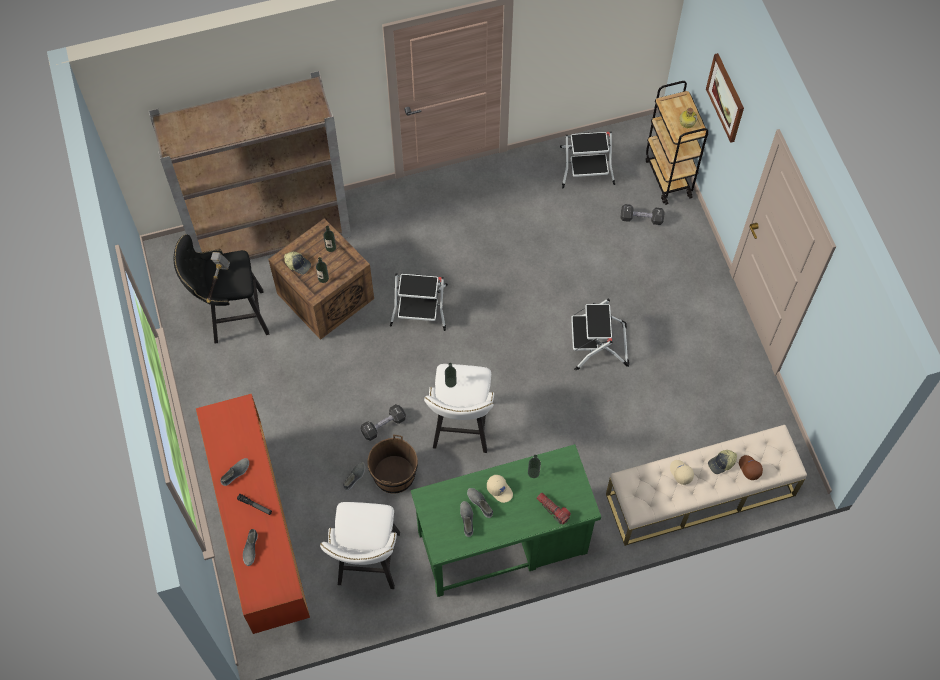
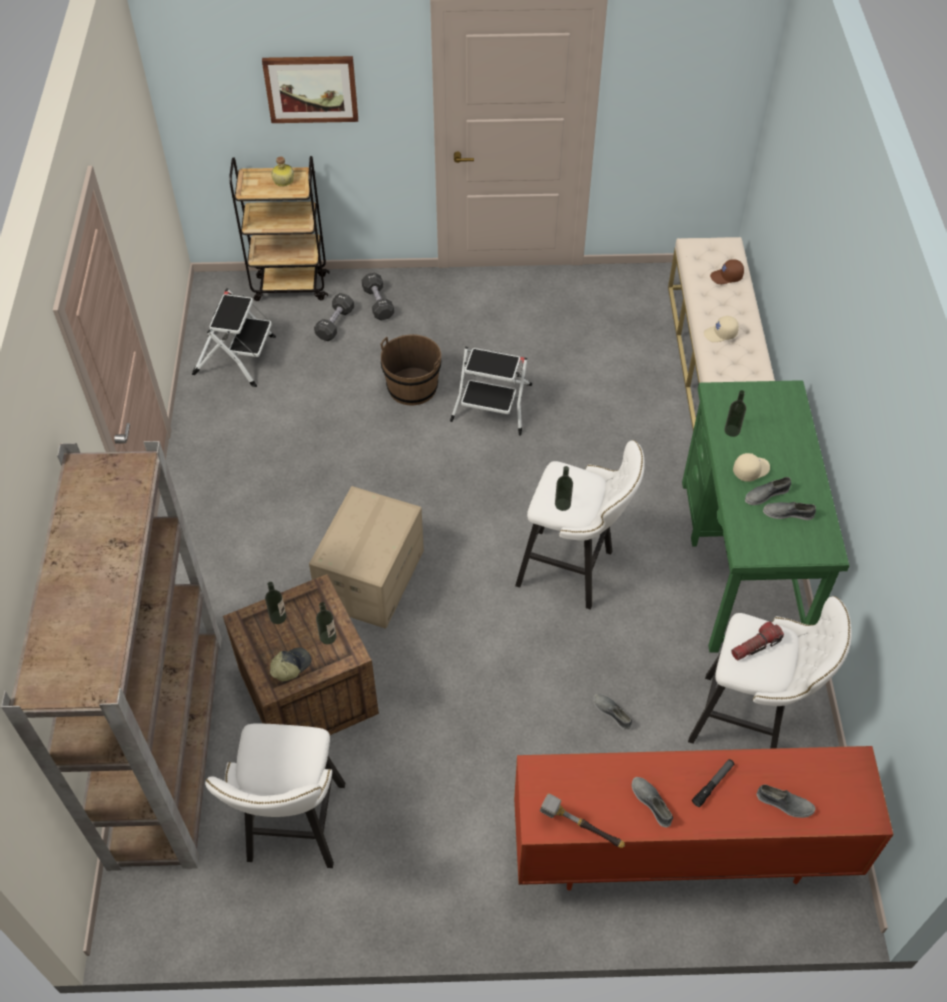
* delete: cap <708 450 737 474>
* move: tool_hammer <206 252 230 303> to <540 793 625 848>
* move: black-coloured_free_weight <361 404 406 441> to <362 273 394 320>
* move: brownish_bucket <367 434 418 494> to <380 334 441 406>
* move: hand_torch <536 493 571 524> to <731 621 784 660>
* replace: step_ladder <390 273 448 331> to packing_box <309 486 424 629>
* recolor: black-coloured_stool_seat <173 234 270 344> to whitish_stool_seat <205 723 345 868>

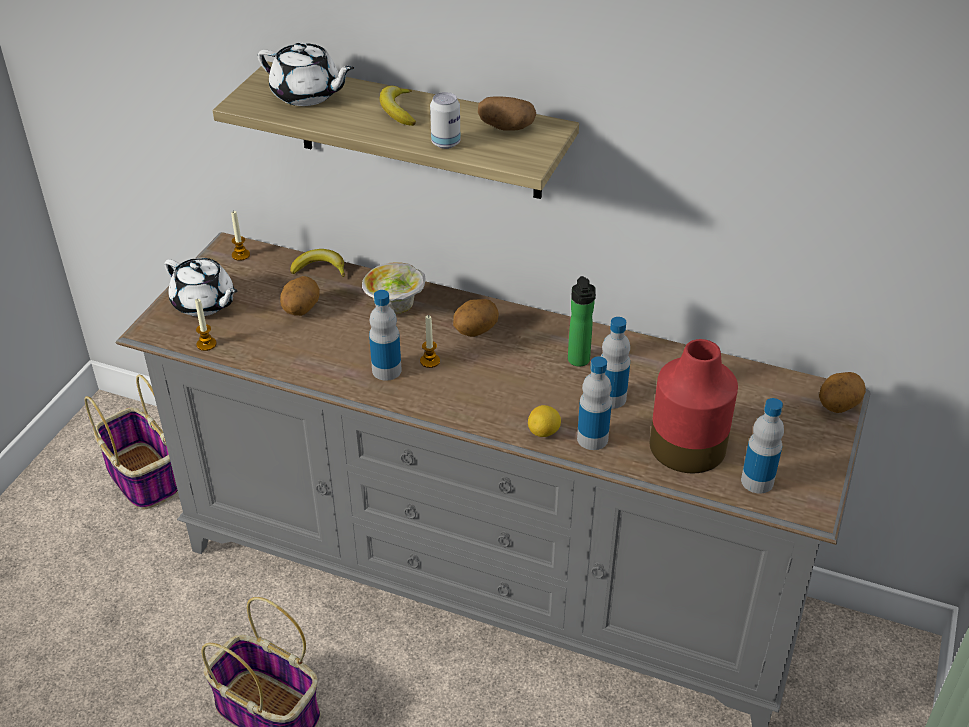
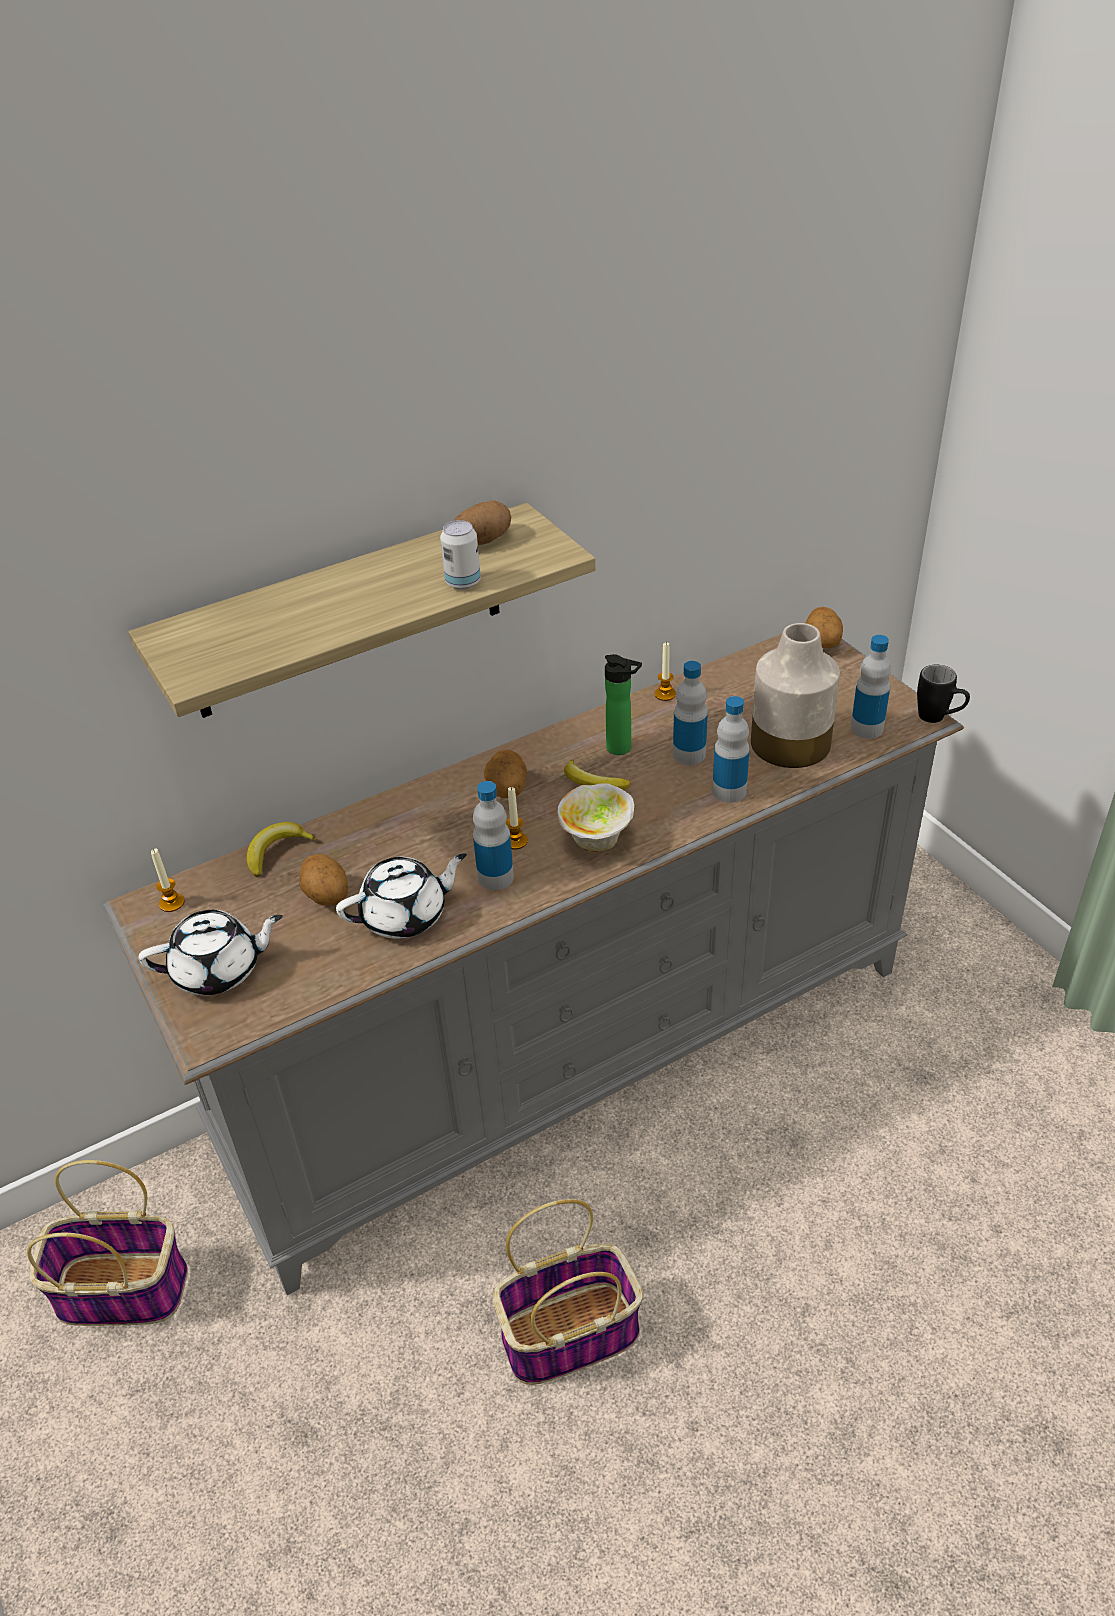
* delete: citrus_fruit <528 405 561 437>
* insert: black-coloured_coffee_mug <917 665 970 723>
* move: wax_candle <195 298 217 351> to <655 643 676 701>
* move: whitish_pot_for_tea <258 42 354 106> to <336 853 467 938>
* move: deep_dish <362 262 426 314> to <558 783 634 852>
* move: banana <380 86 416 126> to <564 760 631 790>
* recolor: red-coloured_flower_vase <650 339 738 473> to beige_flower_vase <751 623 840 768>

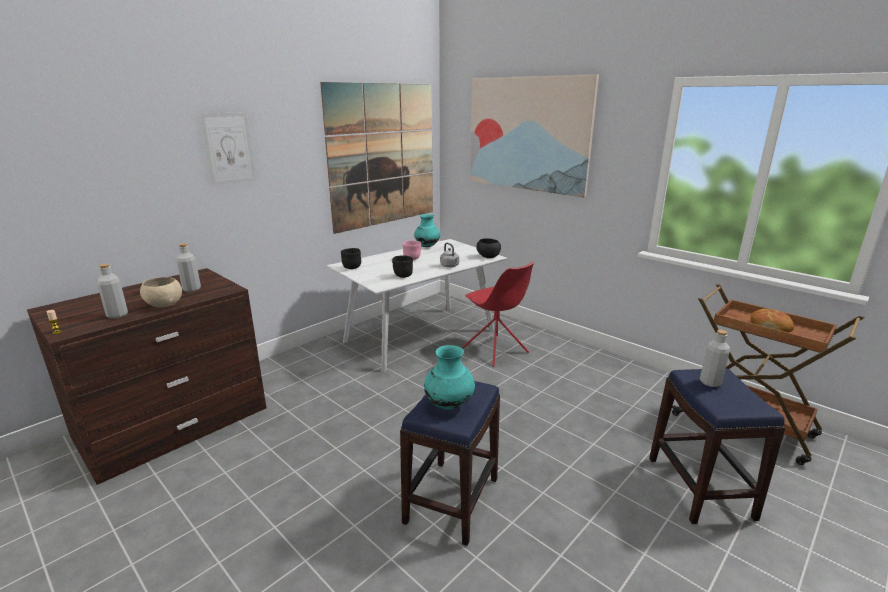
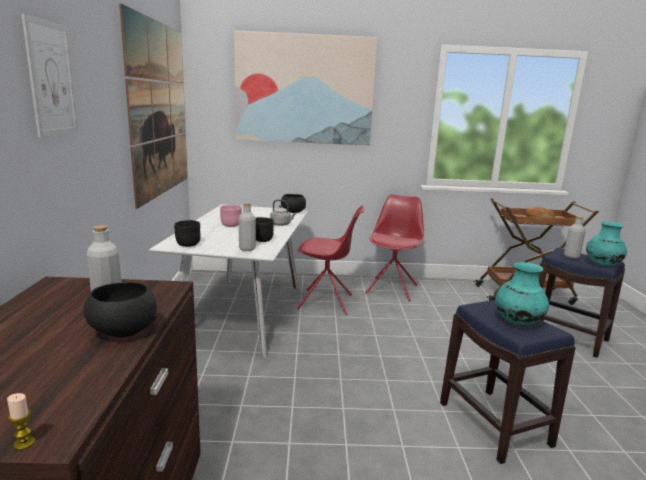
* insert: red-coloured_upright_chair <365 194 424 301>
* move: grey_beverage_bottle <97 264 128 319> to <239 203 256 251>
* move: turquoise-coloured_flower_vase <414 214 440 247> to <586 221 627 266>
* recolor: beige_deep_dish <140 277 182 308> to black-coloured_deep_dish <84 282 157 337>

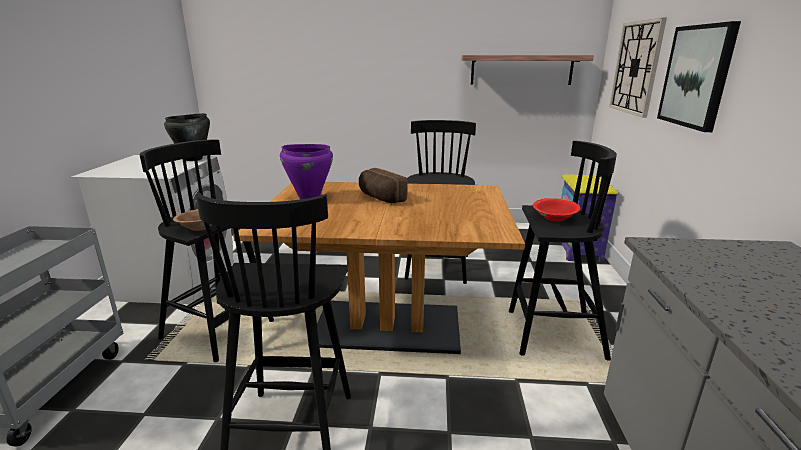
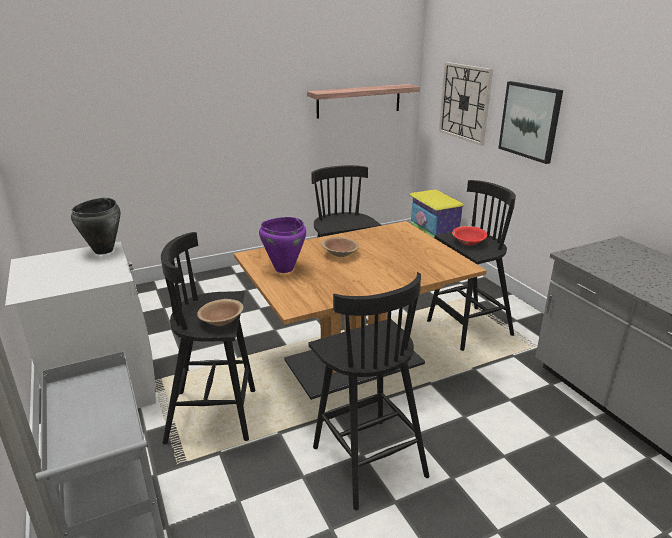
* replace: bakery_bread <359 168 408 203> to brownish_deep_dish <321 237 359 257>

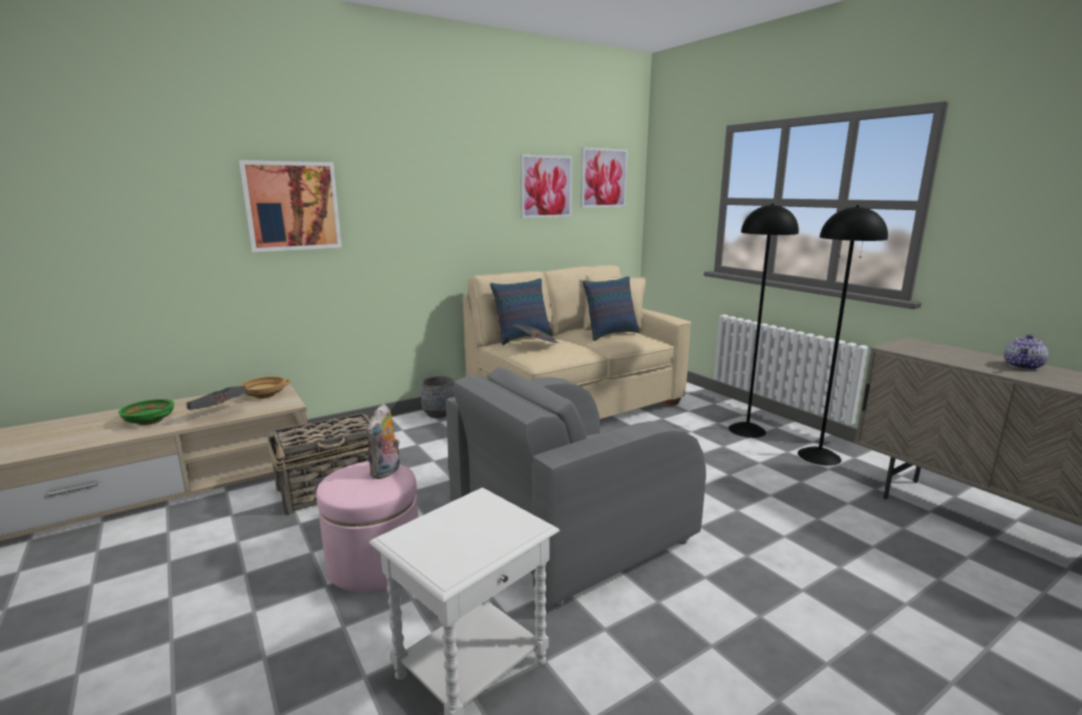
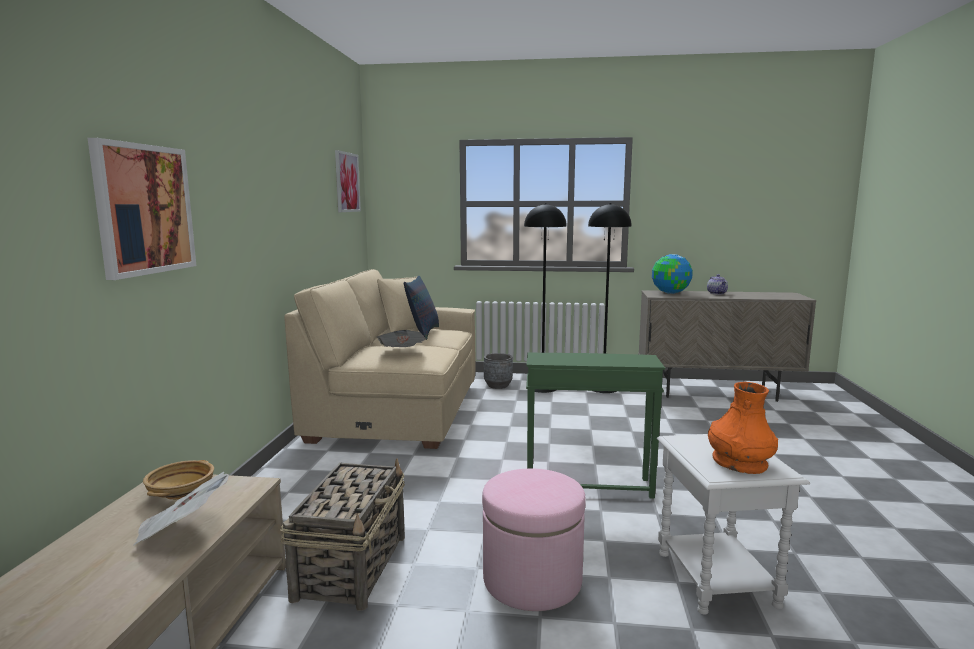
* delete: green_deep_dish <118 399 174 425>
* delete: cuddly_toy <367 404 400 479>
* delete: blue-coloured_cushion <490 278 553 345>
* delete: wall_picture <520 154 572 219>
* insert: desk_globe <652 254 693 294>
* insert: orangey_flower_vase <708 382 778 474>
* move: grey_flower_pot <420 376 455 418> to <484 353 513 389>
* replace: grey_easy_chair <446 367 706 607> to green_end_table <526 353 665 499>

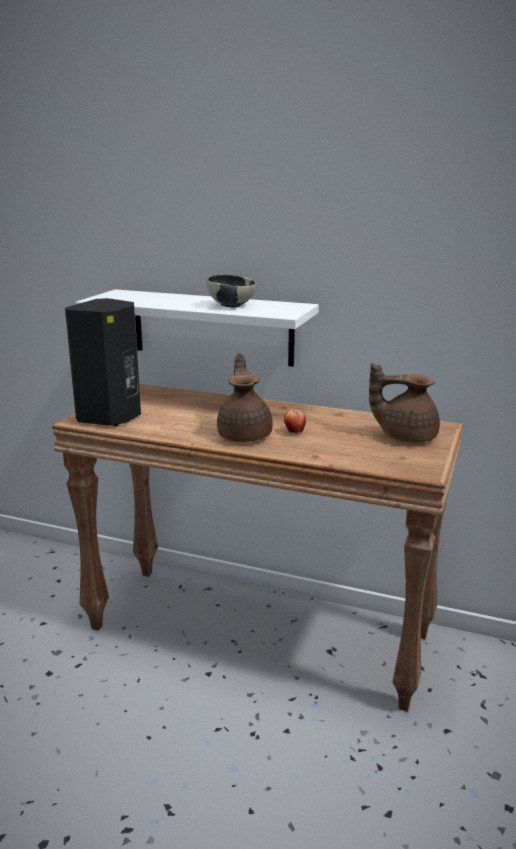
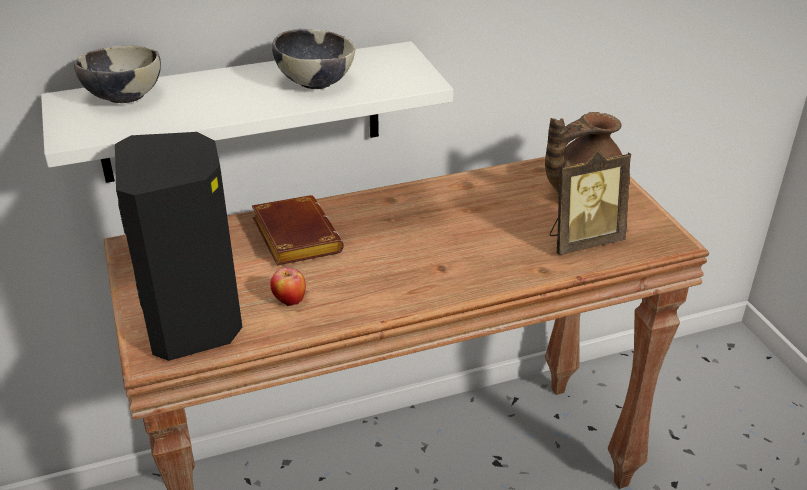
* delete: brownish_pot_for_tea <217 353 273 442>
* insert: deep_dish <74 46 161 103>
* insert: brownish_book <252 195 344 266>
* insert: standing_frame <550 150 631 255>
* move: whole_apple <284 410 306 433> to <270 268 306 306>

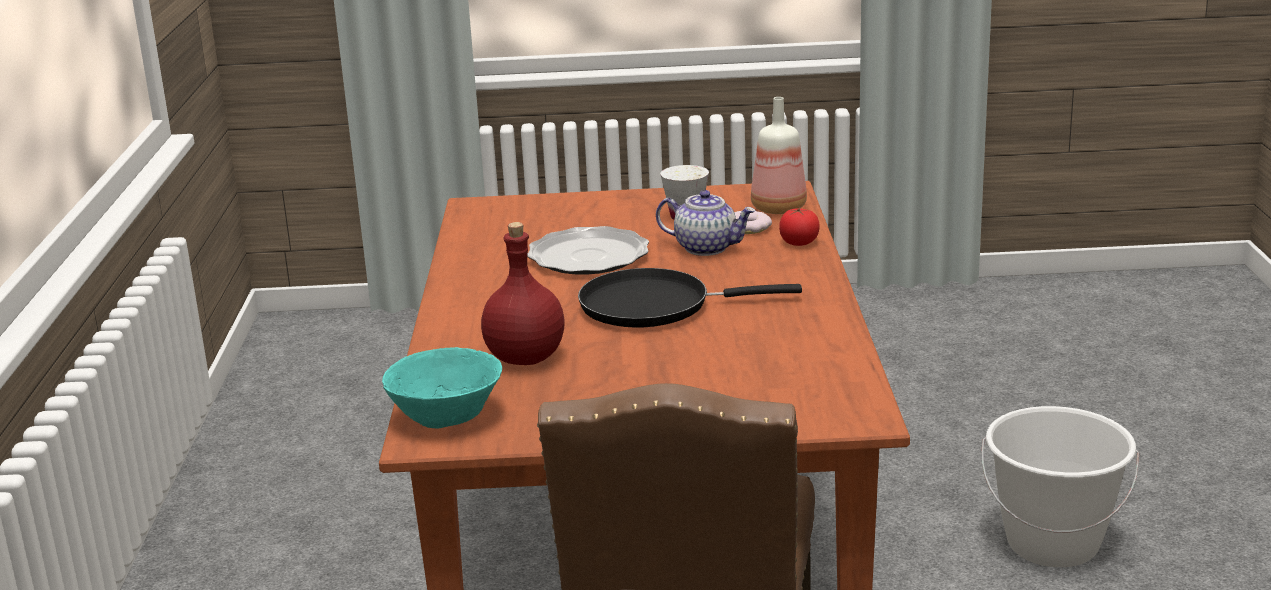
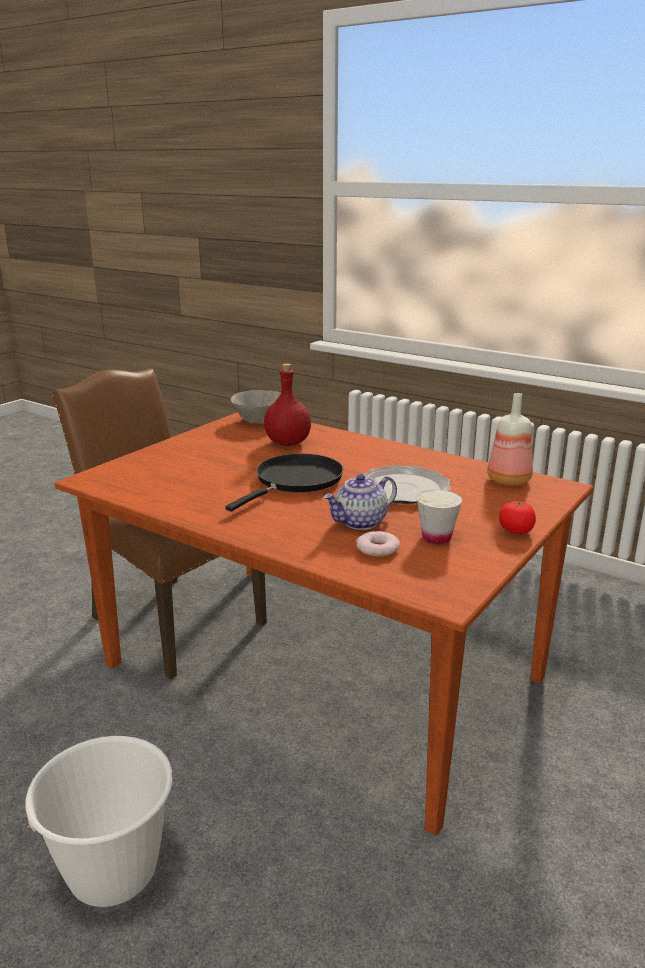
* move: beverage_bottle <751 97 807 214> to <487 393 533 486>
* move: whole_tomato <779 208 820 246> to <499 501 536 534>
* recolor: turquoise-coloured_deep_dish <382 347 502 429> to grey_deep_dish <231 390 281 424>

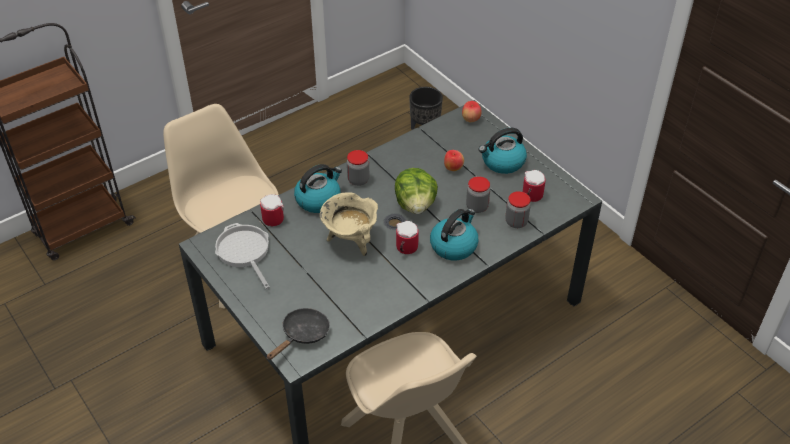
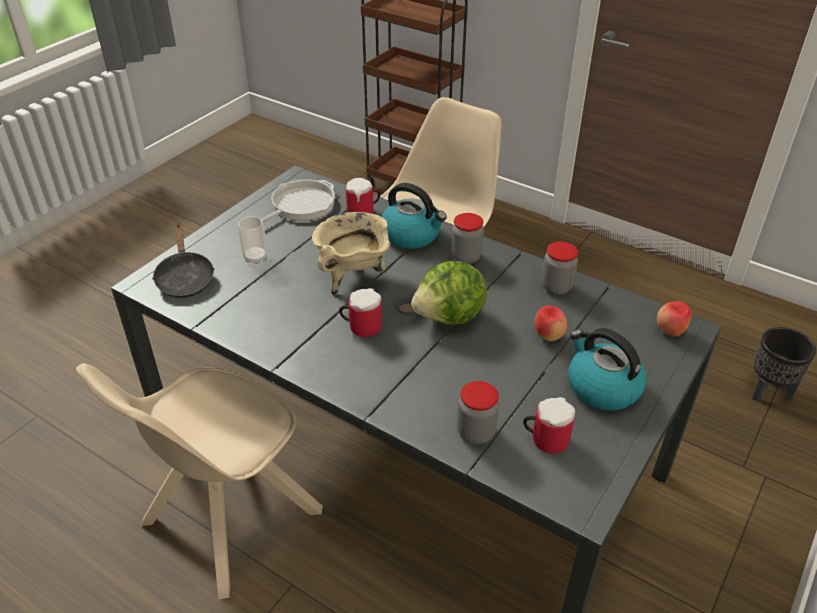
* delete: water_kettle <430 209 478 261>
* insert: cup <238 216 267 264>
* move: jar <466 176 490 213> to <541 242 578 295>
* rotate: black-coloured_skillet <267 308 330 360> = <152 223 215 298> 60 degrees clockwise

